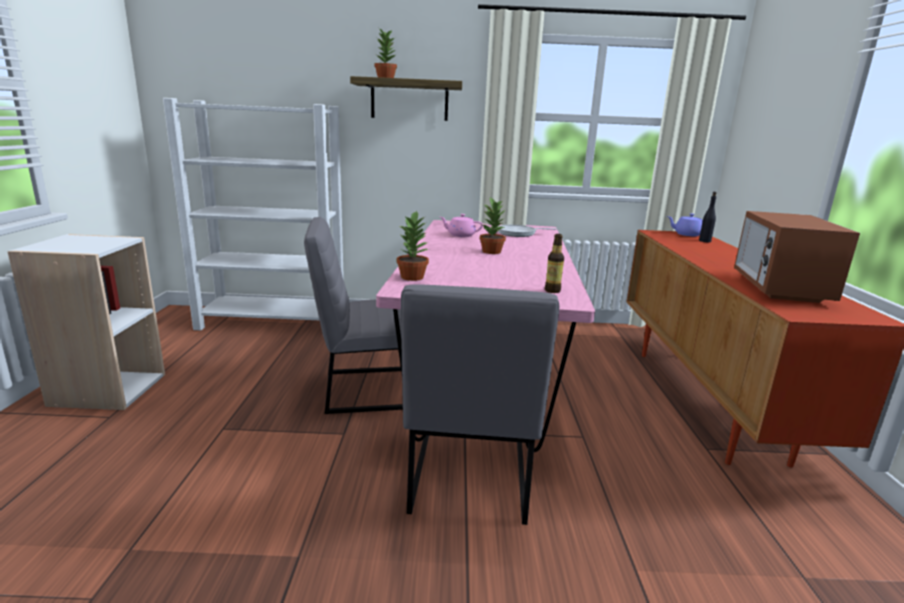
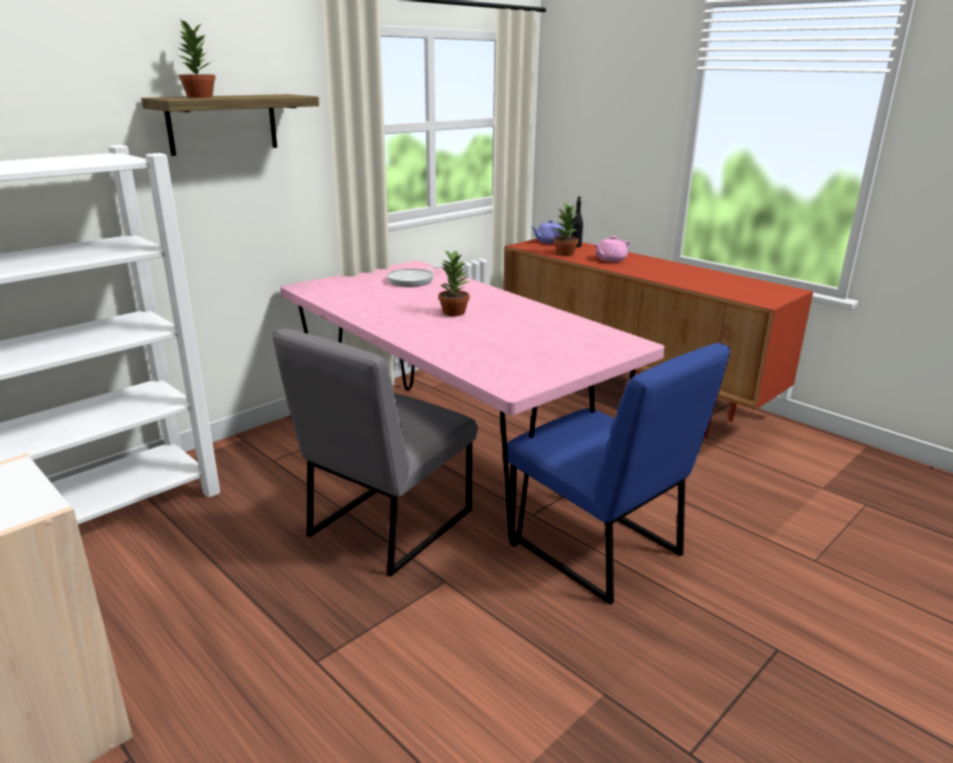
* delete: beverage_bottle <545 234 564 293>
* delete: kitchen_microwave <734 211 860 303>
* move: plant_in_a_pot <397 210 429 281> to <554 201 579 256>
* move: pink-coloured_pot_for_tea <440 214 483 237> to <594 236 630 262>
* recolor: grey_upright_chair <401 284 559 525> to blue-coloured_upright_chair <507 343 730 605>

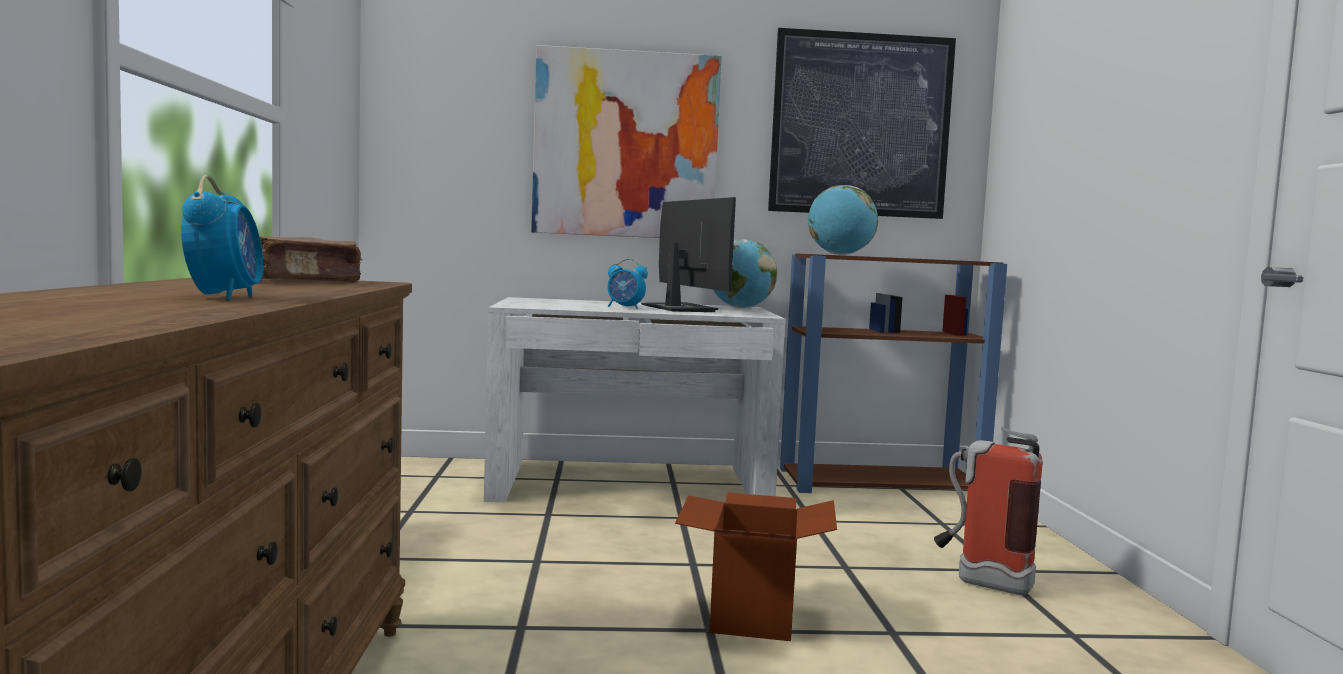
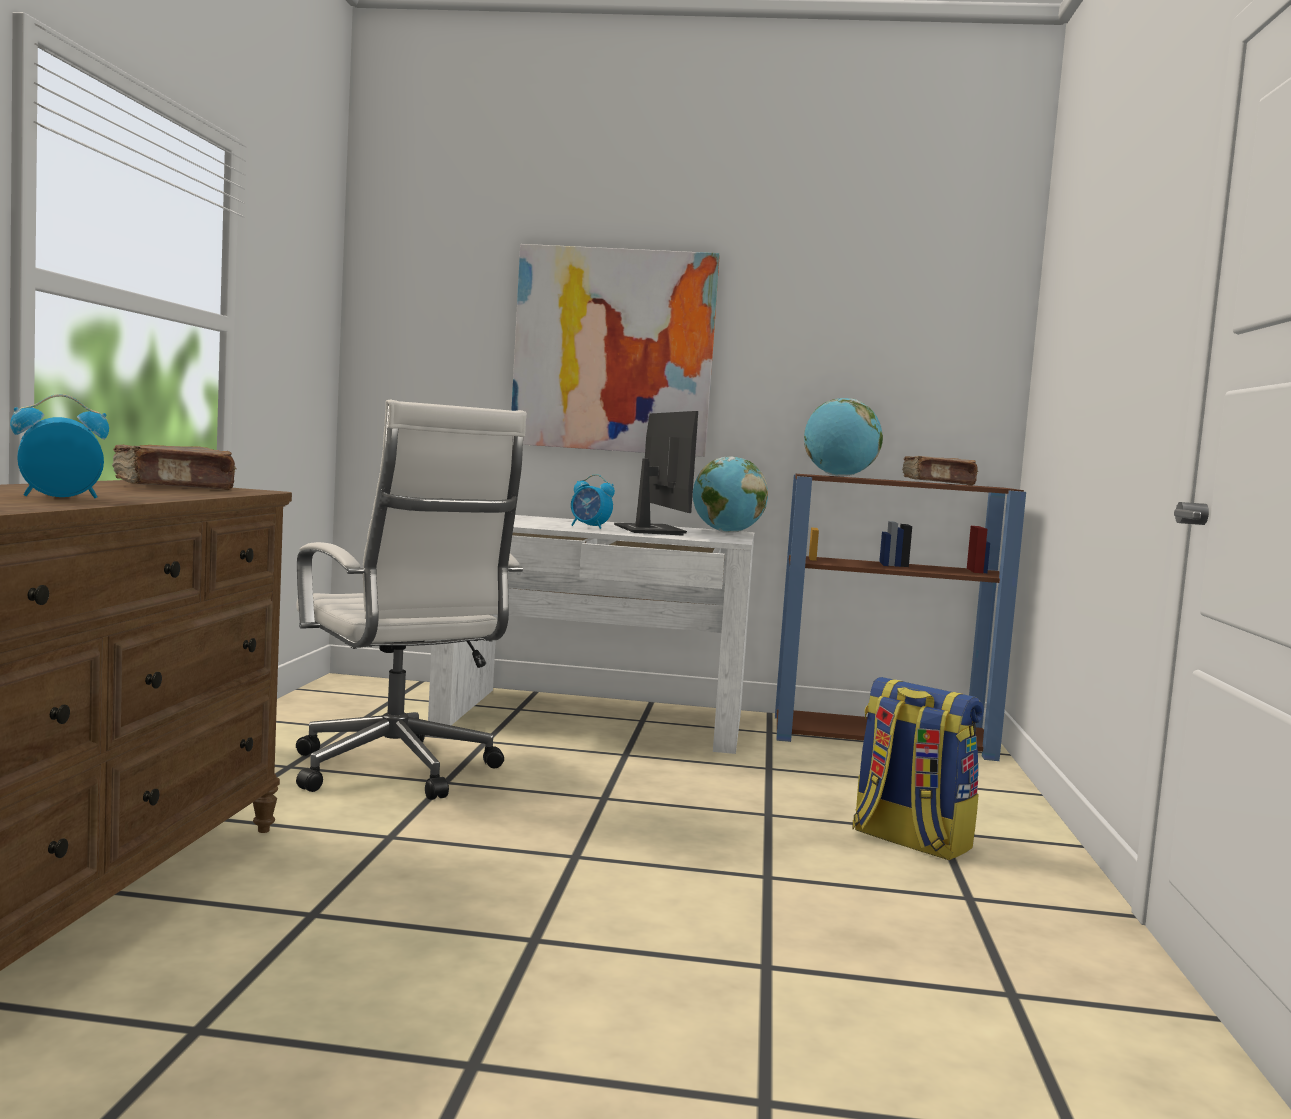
* delete: packing_box <675 493 837 641>
* delete: wall_picture <768 28 956 219>
* insert: whitish_office_chair <296 400 527 800>
* insert: brownish_book <902 456 979 486>
* replace: fire_extinguisher <934 427 1042 595> to knapsack <853 677 983 860>
* rotate: table_clock <181 175 263 300> = <10 394 109 498> 120 degrees counterclockwise

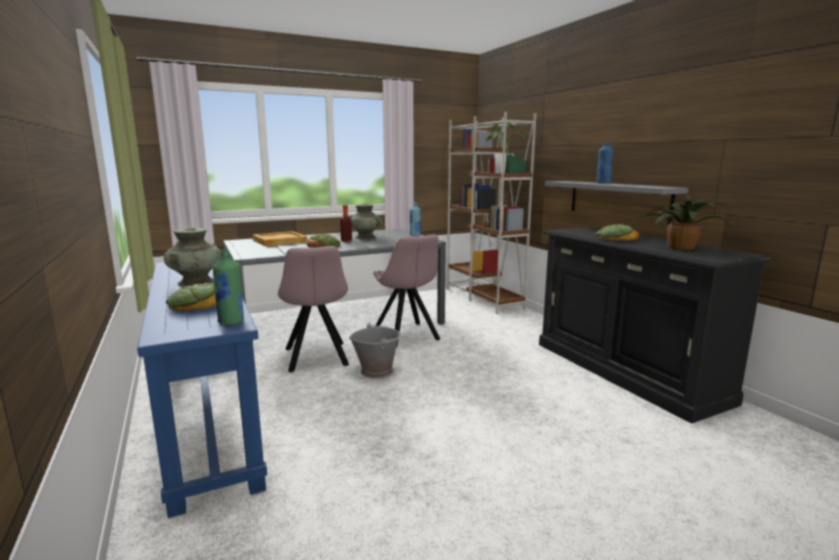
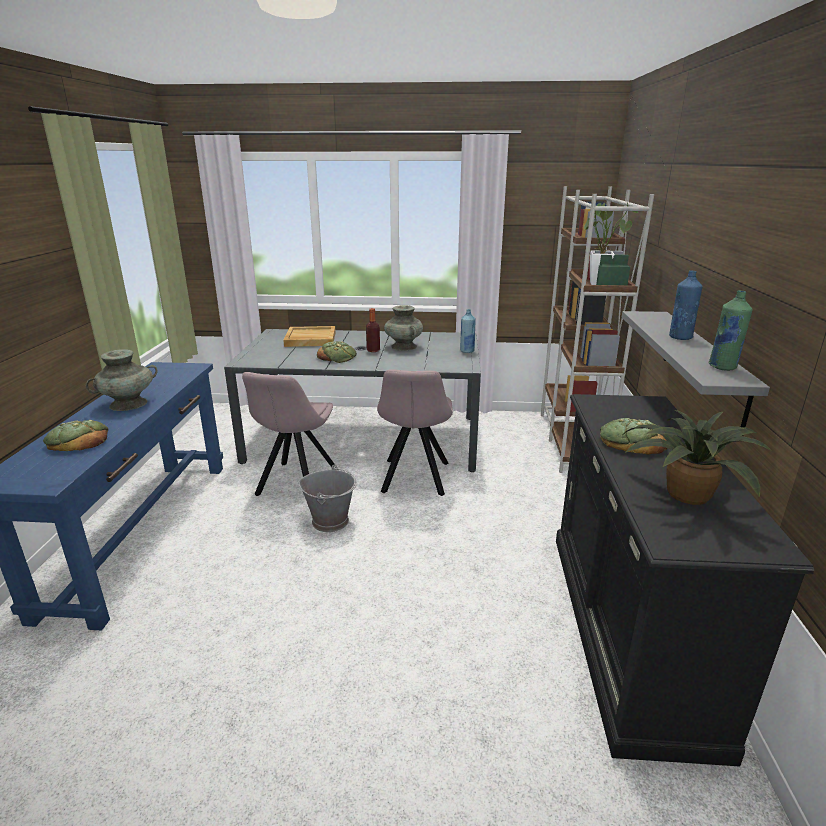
* move: green_beverage_bottle <213 250 244 326> to <708 290 752 371>

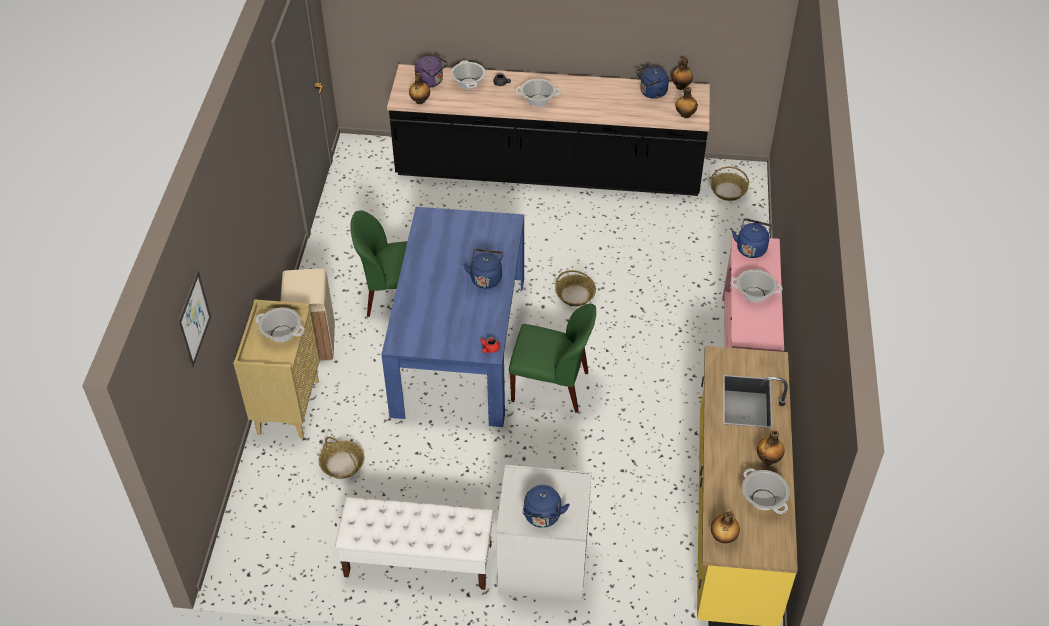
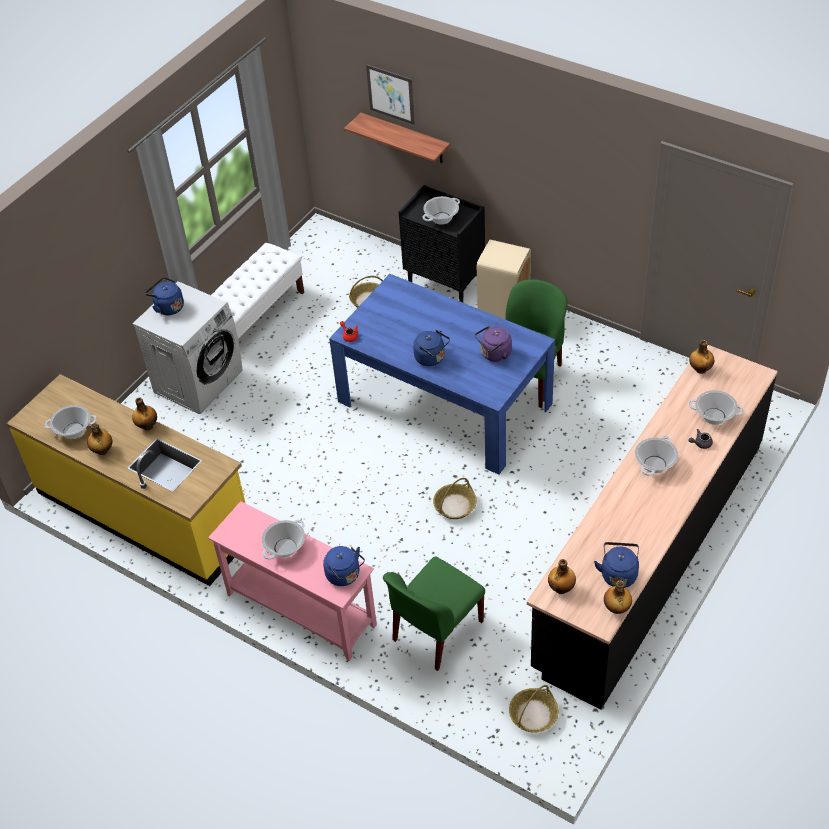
* insert: wall_shelf <344 113 450 163>
* move: purple_water_kettle <415 55 448 88> to <475 326 512 362>
* move: green_upright_chair <509 303 596 413> to <383 556 485 671>
* move: beverage_bottle <711 510 740 543> to <132 397 157 430>
* recolor: beige_cabinet <233 299 320 439> to black-coloured_cabinet <398 185 485 303>

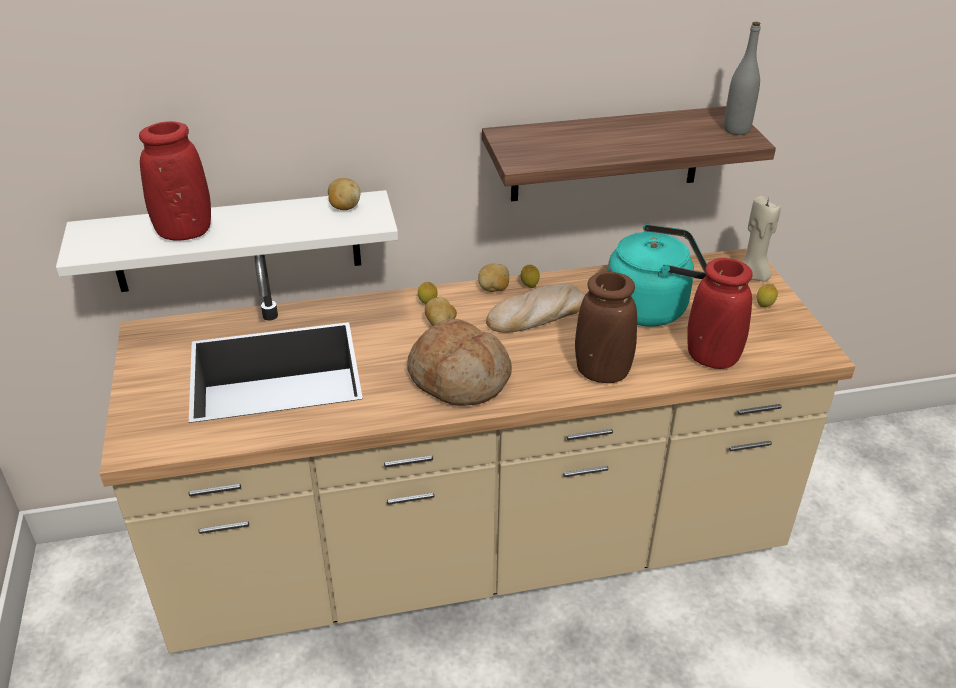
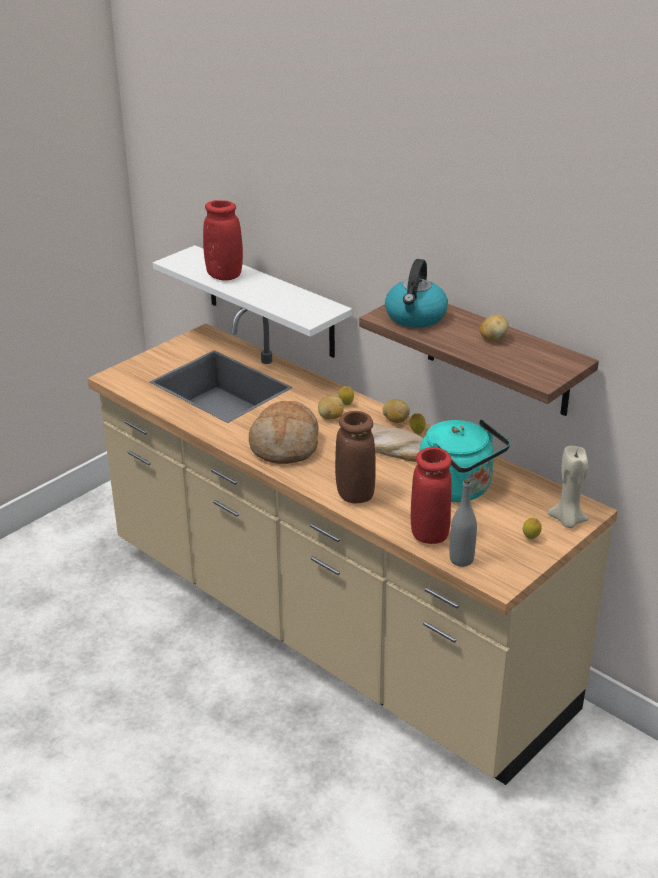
* insert: water_kettle <385 259 448 328>
* move: potato <328 178 361 210> to <479 314 508 341>
* move: grey_beverage_bottle <724 22 761 135> to <450 478 477 567>

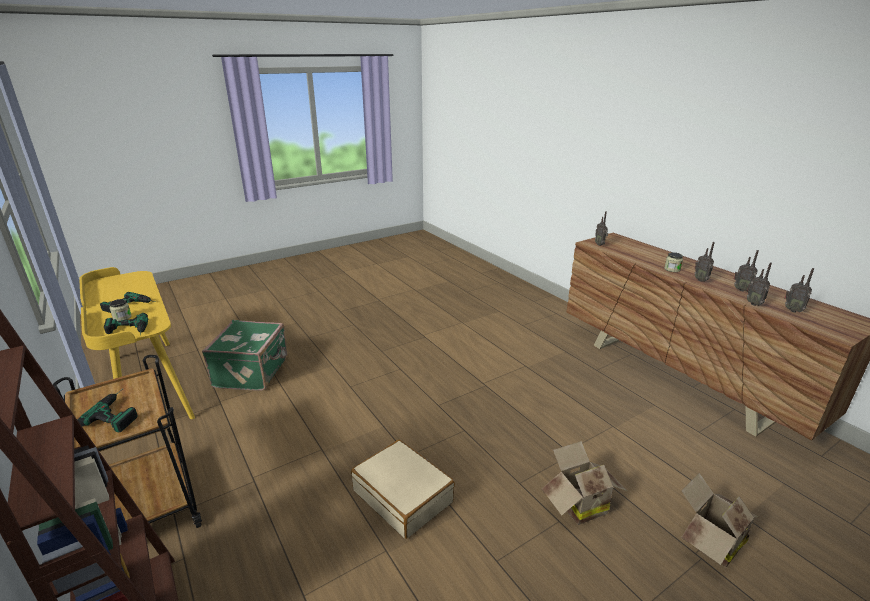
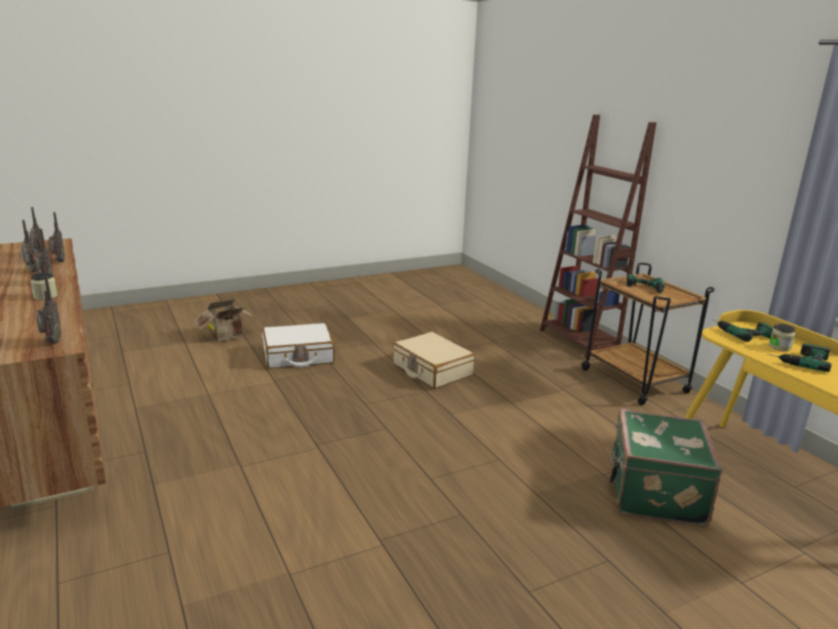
* replace: packing_box <542 441 627 525> to whitish_travel_case <262 323 335 368>

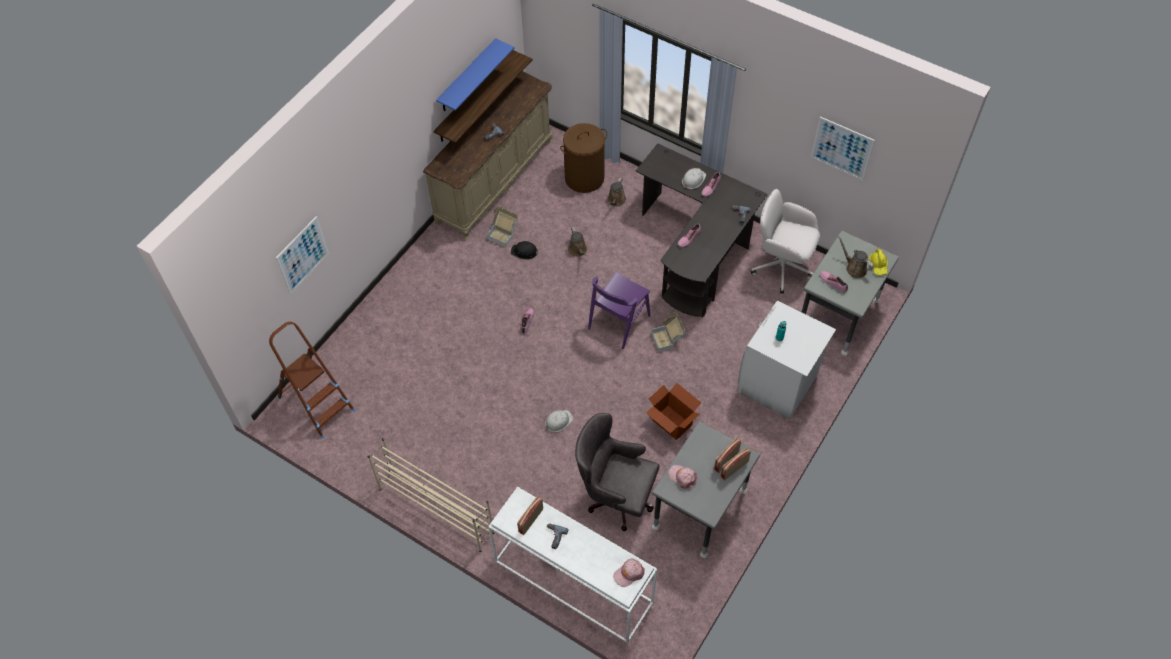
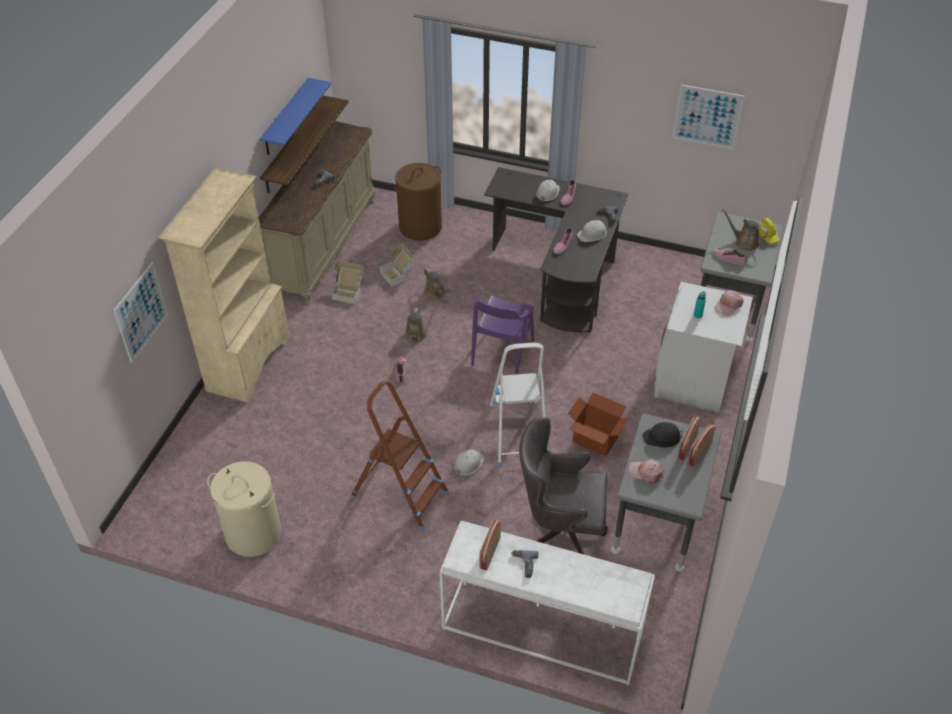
* delete: beige_shoe_shelf <368 438 495 552>
* delete: whitish_office_chair <751 189 820 294>
* insert: beige_bookcase <158 167 290 403>
* insert: beige_washing_basket <207 461 282 557>
* insert: whitish_step_ladder <490 343 548 467>
* insert: whitish_safety_helmet <577 220 607 242>
* move: brownish_step_ladder <269 322 355 438> to <351 382 449 530>
* move: black-coloured_safety_helmet <511 241 539 260> to <643 422 683 448>
* move: brownish_sprinkling_can <607 178 626 207> to <405 308 427 342>
* move: pink-coloured_cap <613 559 645 587> to <715 290 744 316>
* move: packing_box <651 312 685 352> to <379 243 414 287>

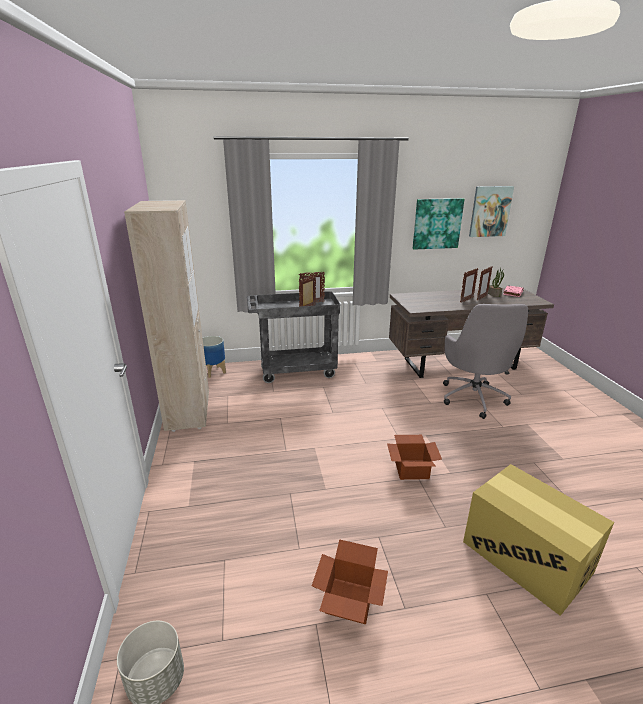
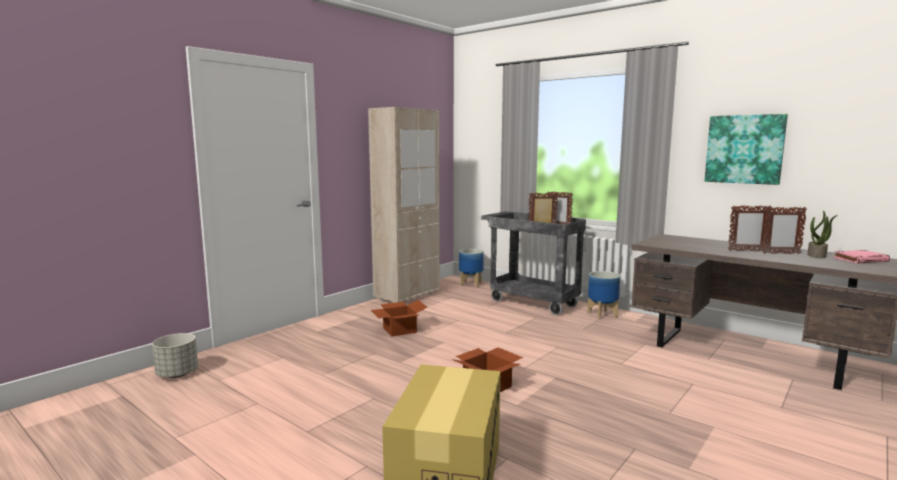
* delete: grey_office_chair <443 304 528 419>
* delete: wall_picture <469 186 514 237>
* insert: flower_pot <587 271 620 319>
* move: packing_box <312 539 388 625> to <371 300 427 336>

